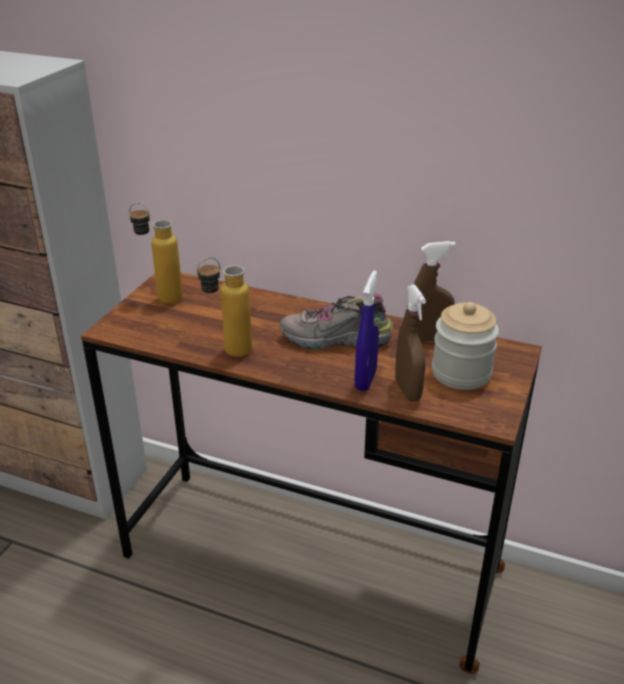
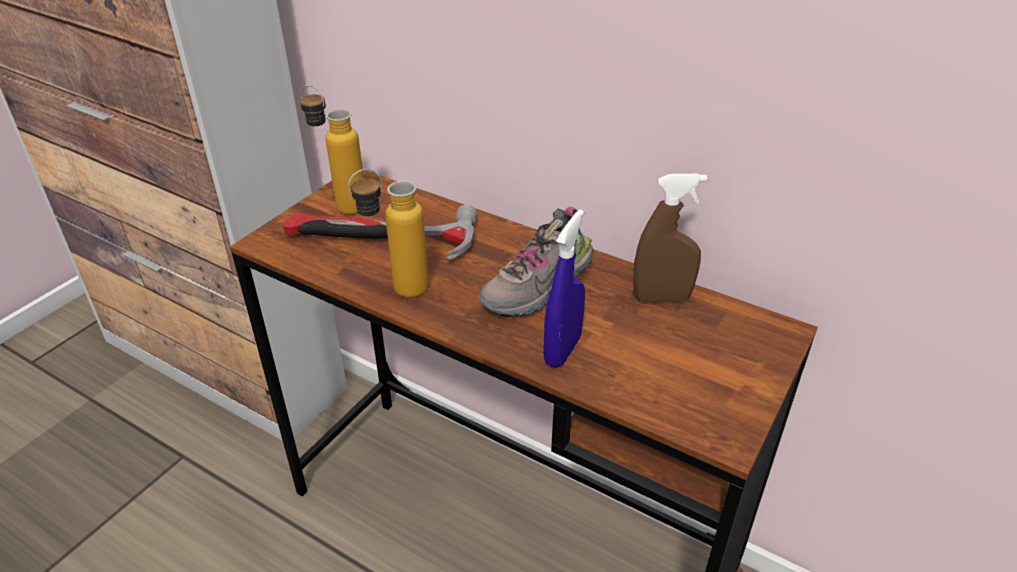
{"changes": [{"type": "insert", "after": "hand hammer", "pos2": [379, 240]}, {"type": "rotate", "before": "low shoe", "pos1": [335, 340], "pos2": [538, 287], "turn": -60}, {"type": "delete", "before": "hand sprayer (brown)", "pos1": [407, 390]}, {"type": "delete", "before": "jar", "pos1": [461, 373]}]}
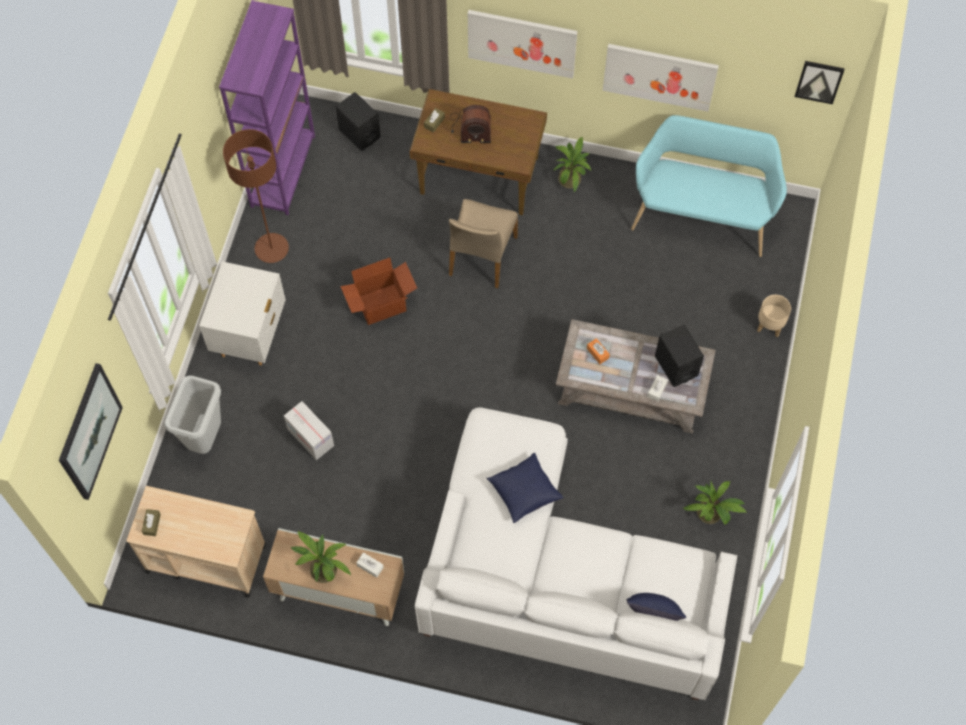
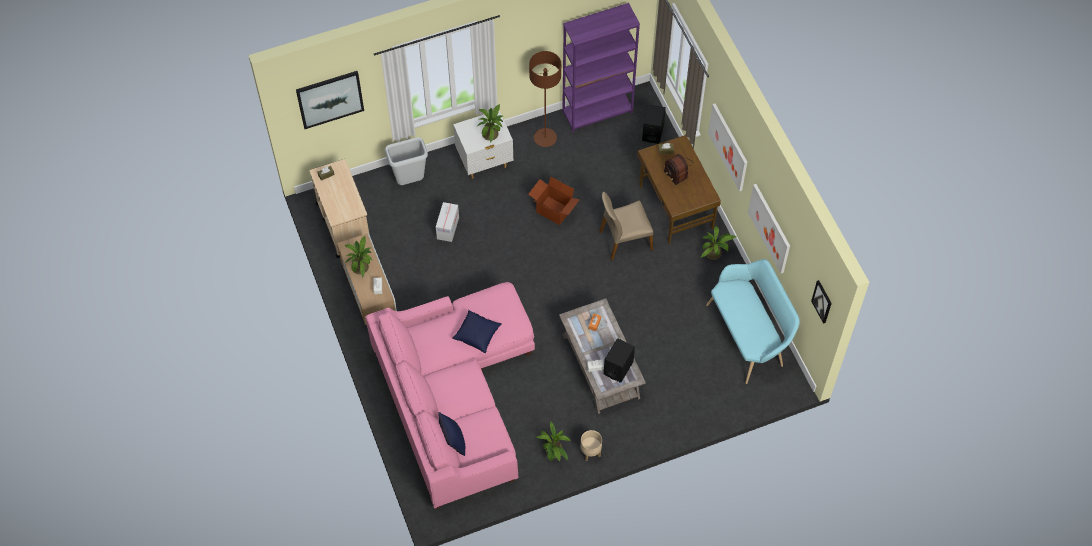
{"changes": [{"type": "recolor", "before": "settee (white-coloured)", "after": "settee (pinkish)", "pos1": [559, 580], "pos2": [455, 398]}, {"type": "insert", "after": "plant in a pot", "pos2": [492, 133]}, {"type": "move", "before": "planter (sand-coloured)", "pos1": [769, 325], "pos2": [590, 452]}]}
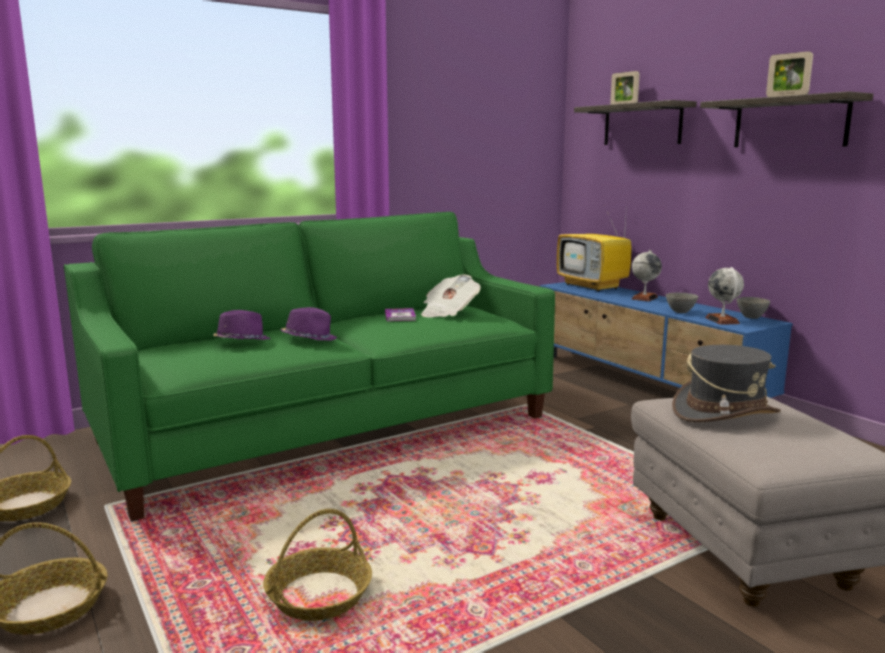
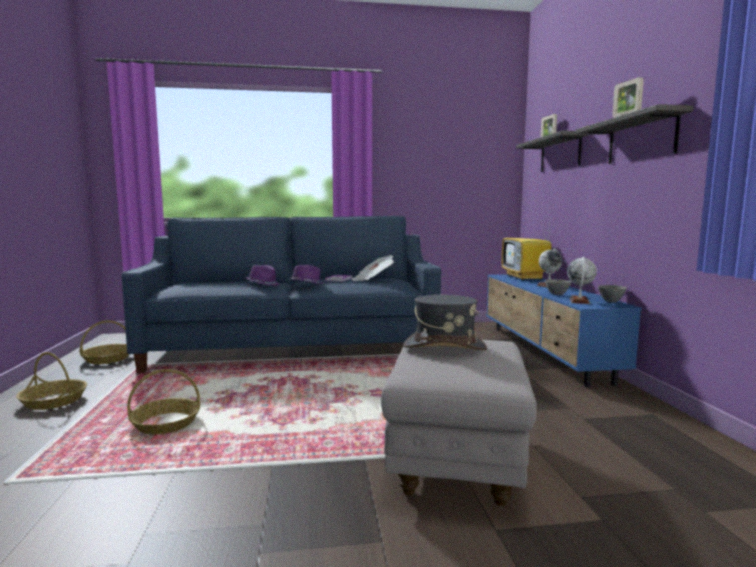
{"changes": [{"type": "recolor", "before": "settee (green)", "after": "settee (blue)", "pos1": [328, 429], "pos2": [293, 348]}, {"type": "move", "before": "wearable hat (purplish)", "pos1": [241, 342], "pos2": [306, 284]}]}
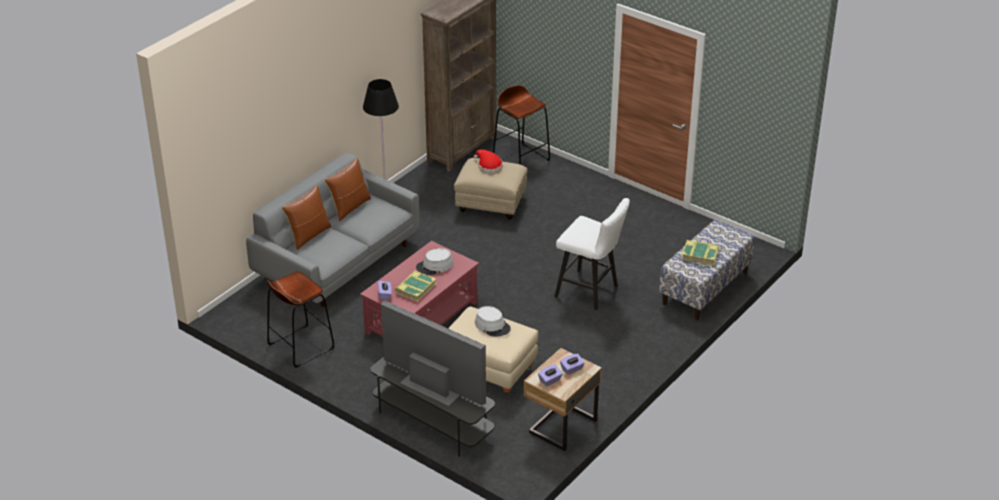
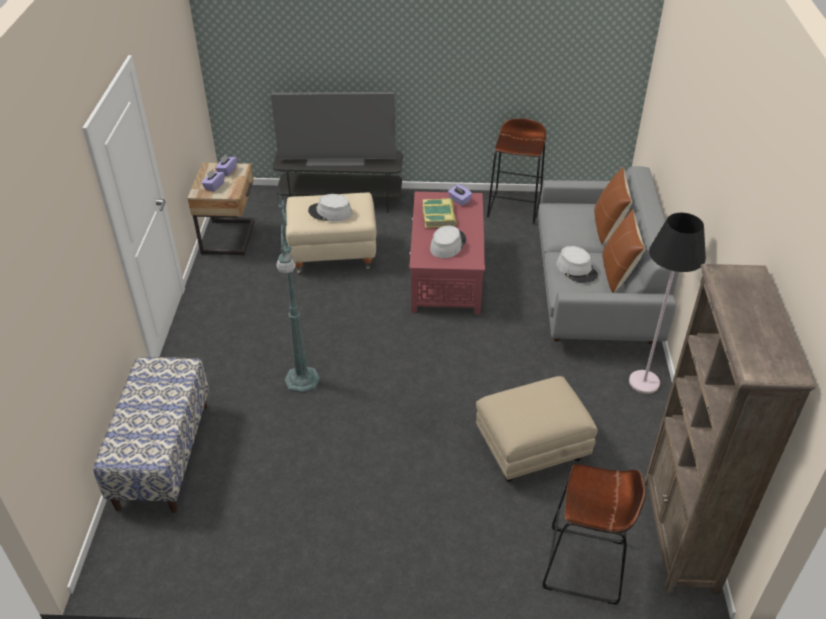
{"changes": [{"type": "replace", "before": "sitting stool (white-coloured)", "after": "standard lamp (green)", "pos1": [590, 292], "pos2": [302, 381]}, {"type": "insert", "after": "wearable hat (greyish)", "pos2": [577, 269]}, {"type": "delete", "before": "wearable hat (red)", "pos1": [488, 165]}, {"type": "delete", "before": "bound book", "pos1": [700, 255]}]}
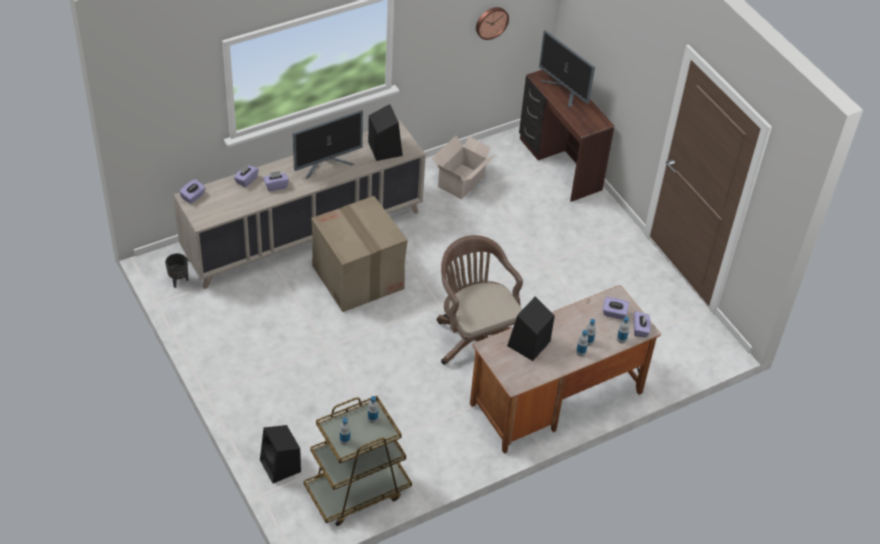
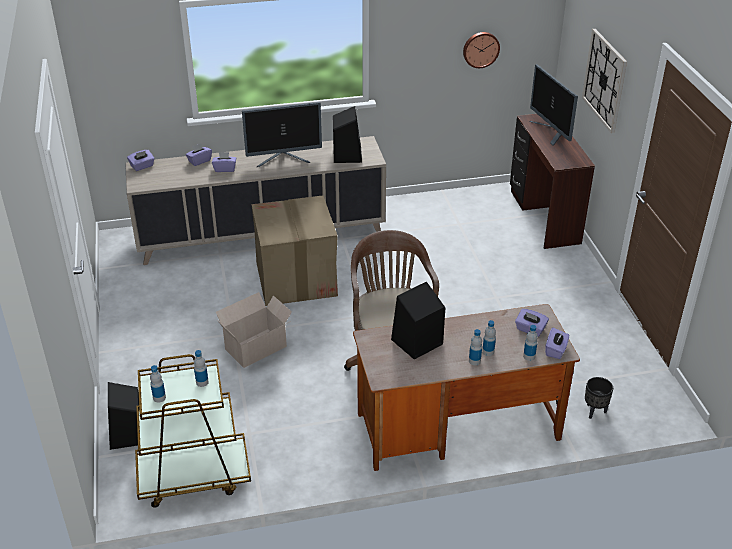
{"changes": [{"type": "move", "before": "cardboard box", "pos1": [462, 181], "pos2": [257, 347]}, {"type": "insert", "after": "hanging clock", "pos2": [604, 80]}, {"type": "move", "before": "planter (blackish)", "pos1": [178, 281], "pos2": [594, 412]}]}
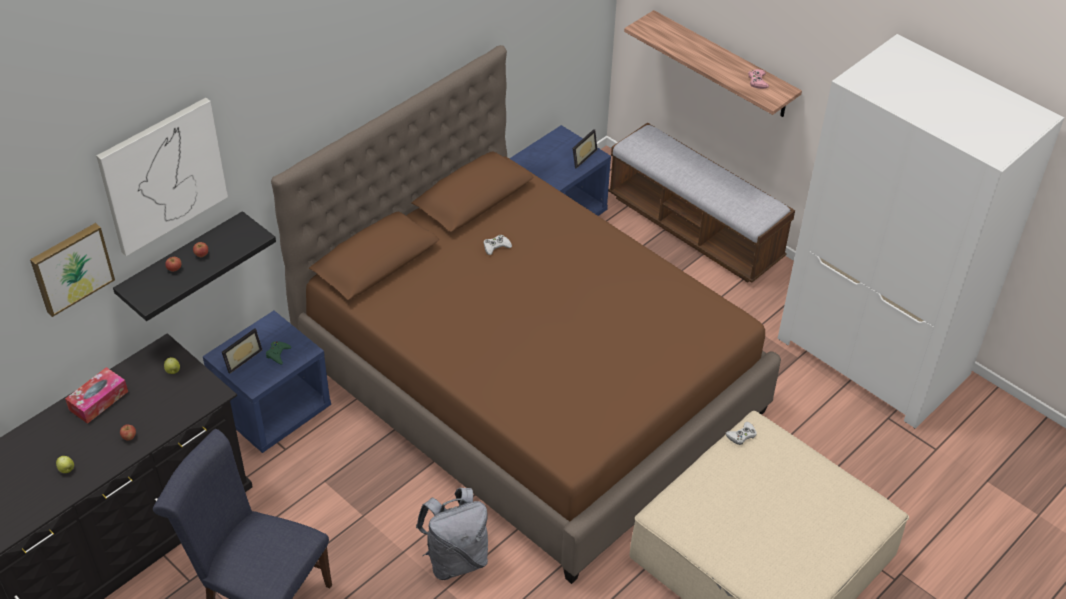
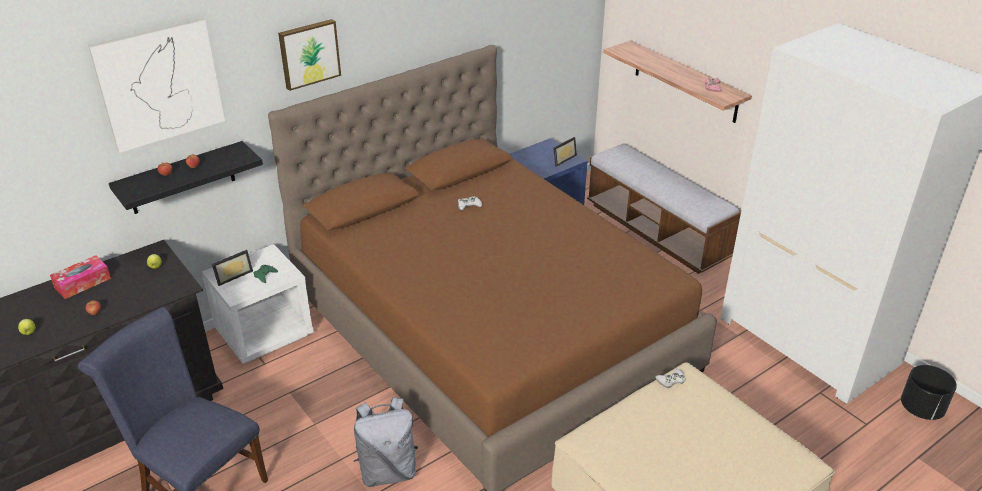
{"changes": [{"type": "recolor", "before": "night table (blue)", "after": "night table (white-coloured)", "pos1": [273, 410], "pos2": [265, 333]}, {"type": "move", "before": "picture", "pos1": [71, 267], "pos2": [309, 53]}, {"type": "insert", "after": "planter (blackish)", "pos2": [921, 409]}]}
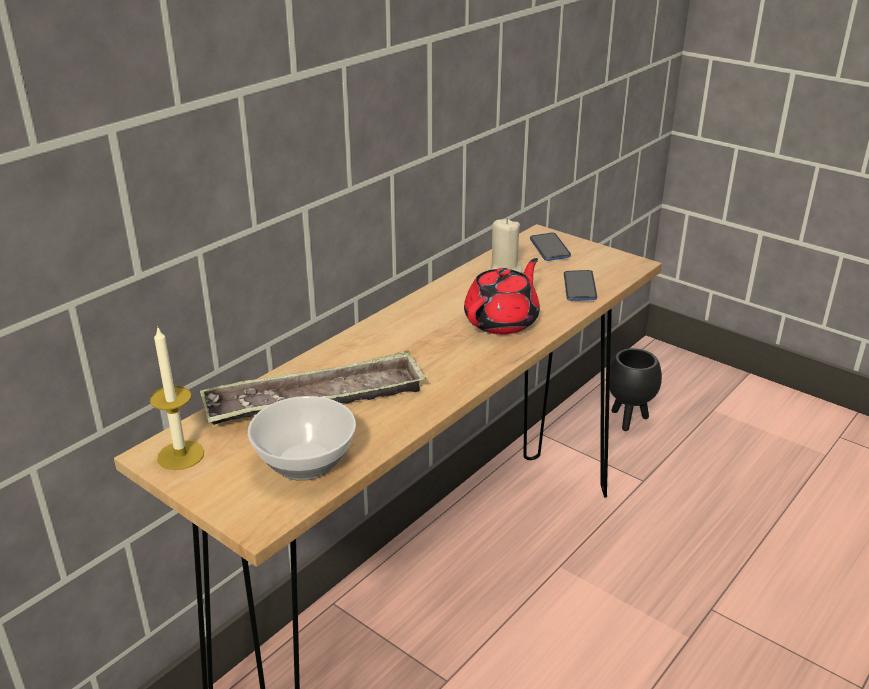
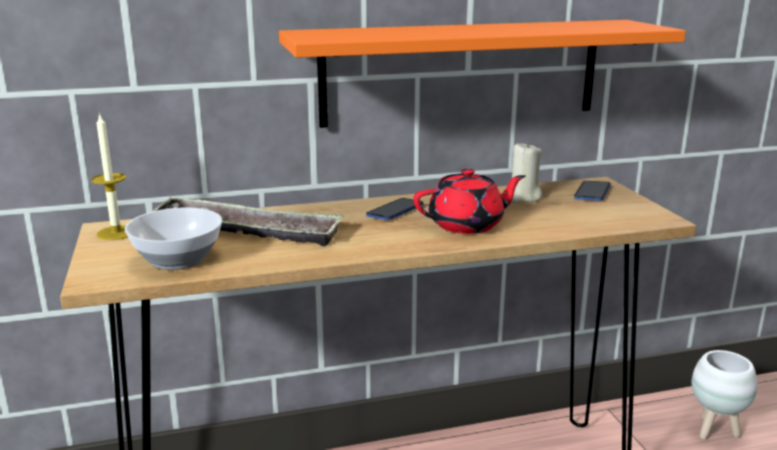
{"changes": [{"type": "insert", "after": "wall shelf (orange-coloured)", "pos2": [462, 72]}, {"type": "move", "before": "telephone", "pos1": [579, 287], "pos2": [395, 211]}, {"type": "recolor", "before": "planter (blackish)", "after": "planter (white-coloured)", "pos1": [628, 419], "pos2": [715, 431]}]}
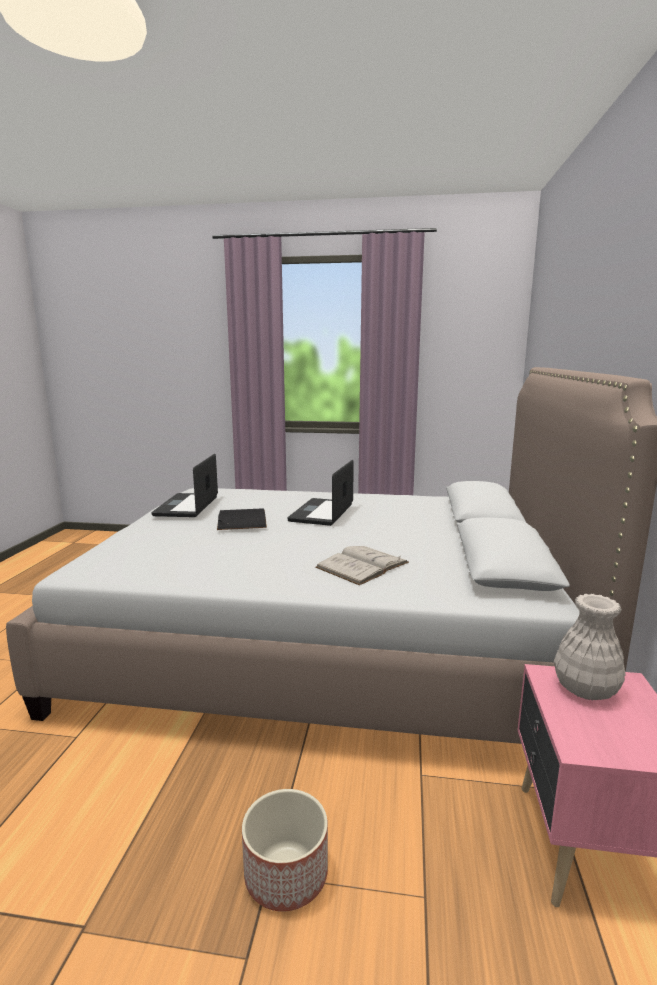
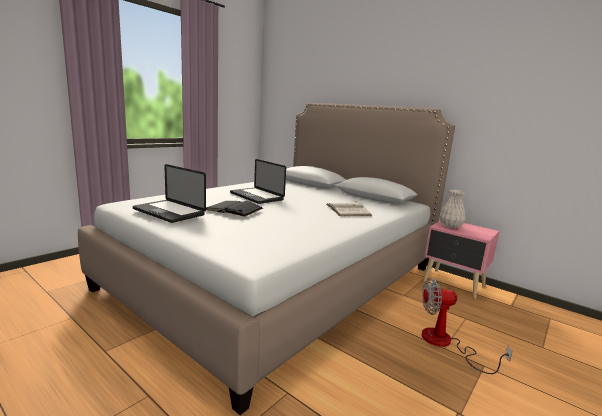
{"changes": [{"type": "replace", "before": "planter", "after": "electric fan", "pos1": [285, 875], "pos2": [445, 343]}]}
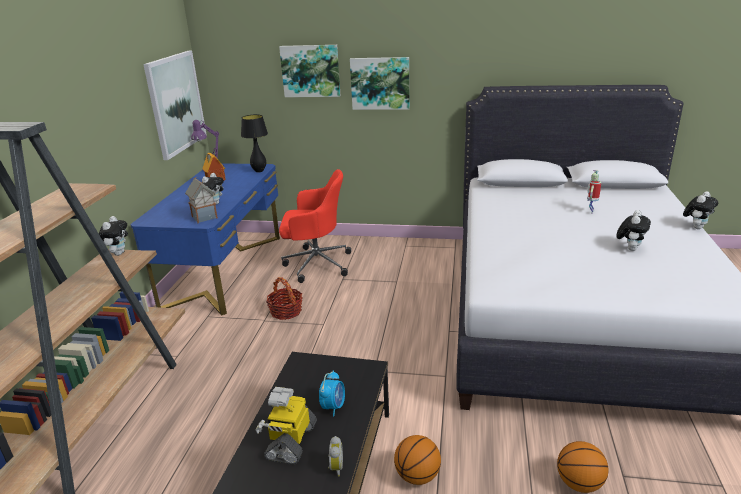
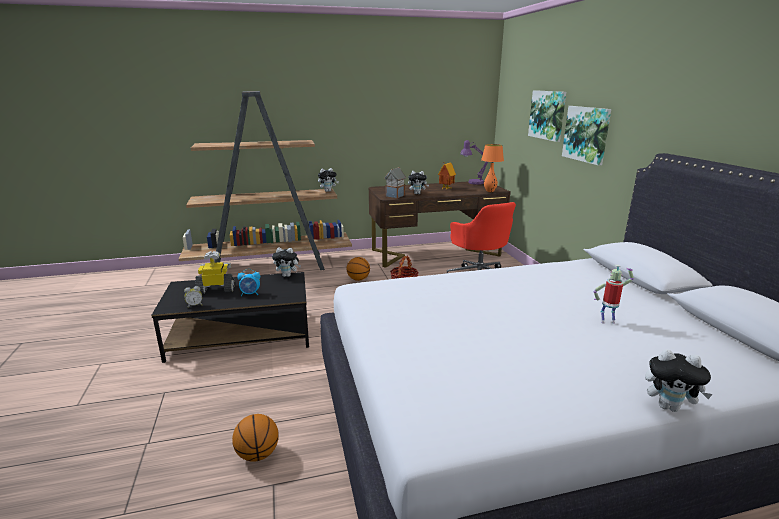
{"changes": [{"type": "move", "before": "cuddly toy", "pos1": [630, 248], "pos2": [287, 275]}, {"type": "move", "before": "ball for basketball", "pos1": [417, 476], "pos2": [358, 279]}, {"type": "recolor", "before": "desk (blue)", "after": "desk (brown)", "pos1": [225, 270], "pos2": [435, 253]}, {"type": "recolor", "before": "tabletop lamp (blackish)", "after": "tabletop lamp (orange-coloured)", "pos1": [259, 171], "pos2": [490, 191]}, {"type": "delete", "before": "picture", "pos1": [176, 103]}]}
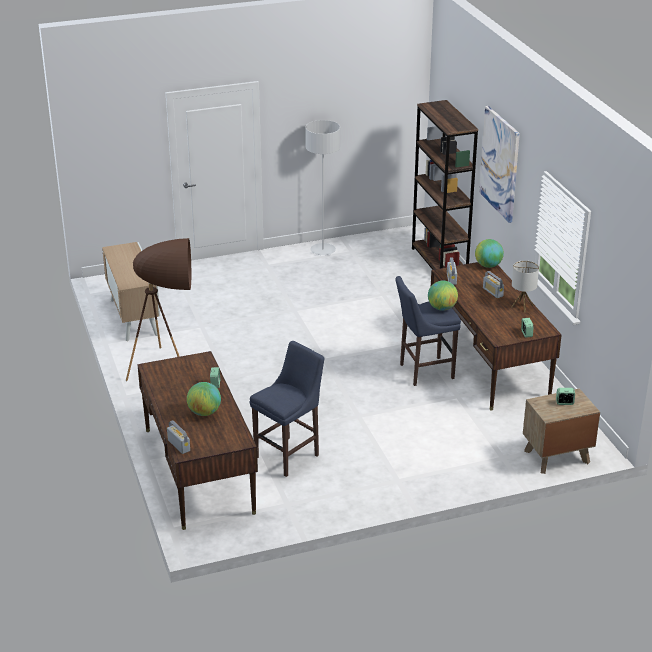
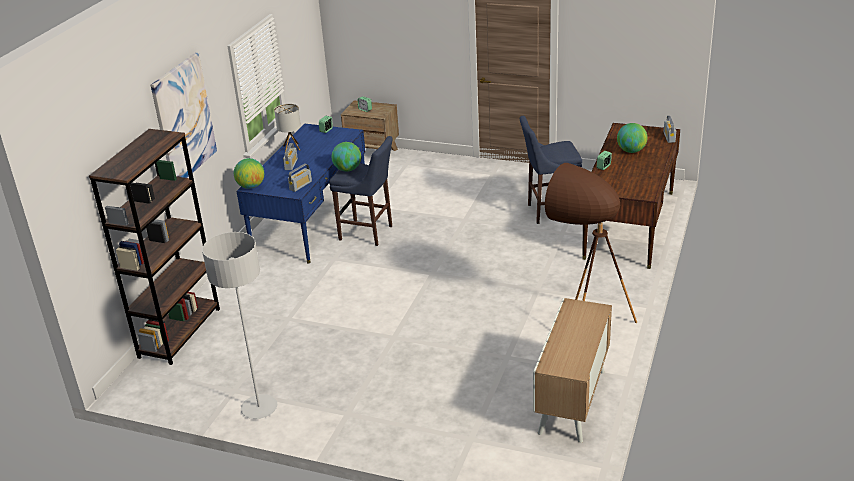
{"changes": [{"type": "recolor", "before": "desk (brown)", "after": "desk (blue)", "pos1": [489, 363], "pos2": [311, 221]}]}
